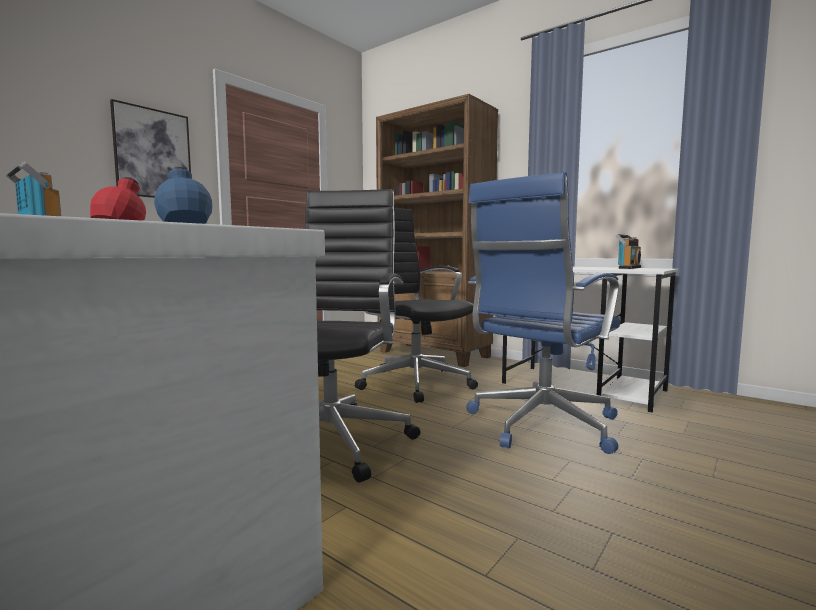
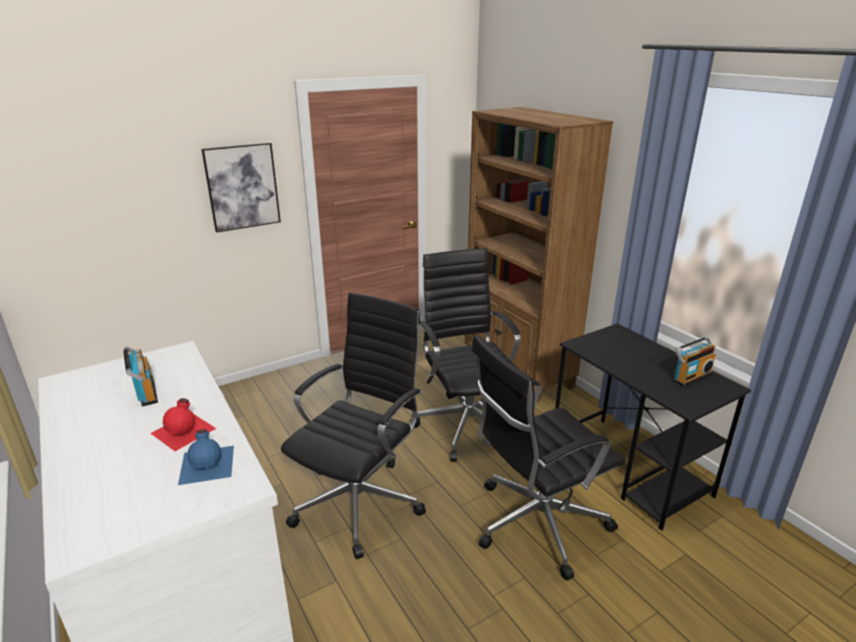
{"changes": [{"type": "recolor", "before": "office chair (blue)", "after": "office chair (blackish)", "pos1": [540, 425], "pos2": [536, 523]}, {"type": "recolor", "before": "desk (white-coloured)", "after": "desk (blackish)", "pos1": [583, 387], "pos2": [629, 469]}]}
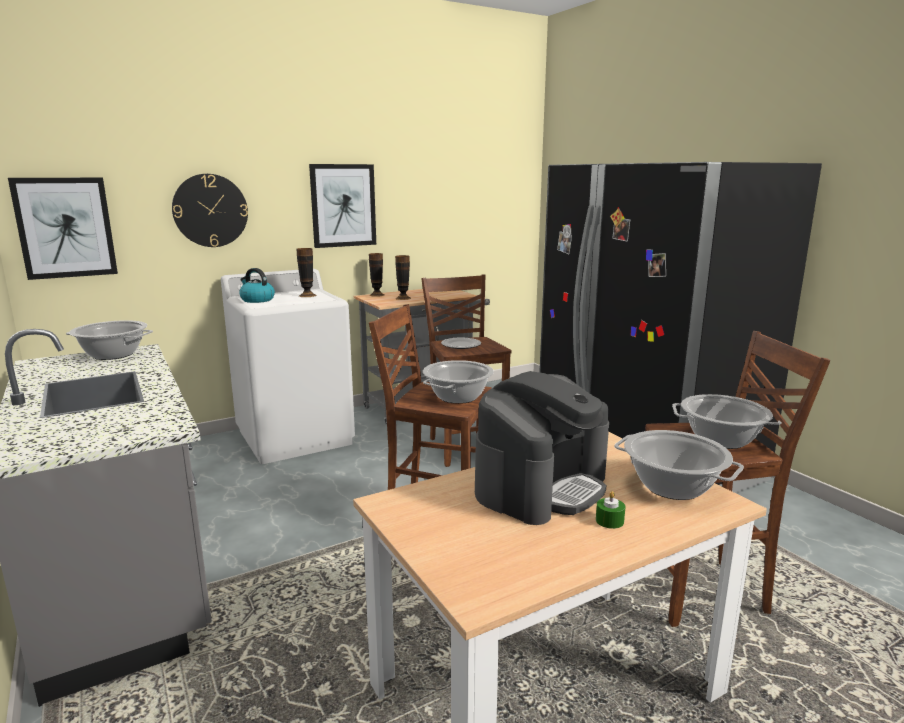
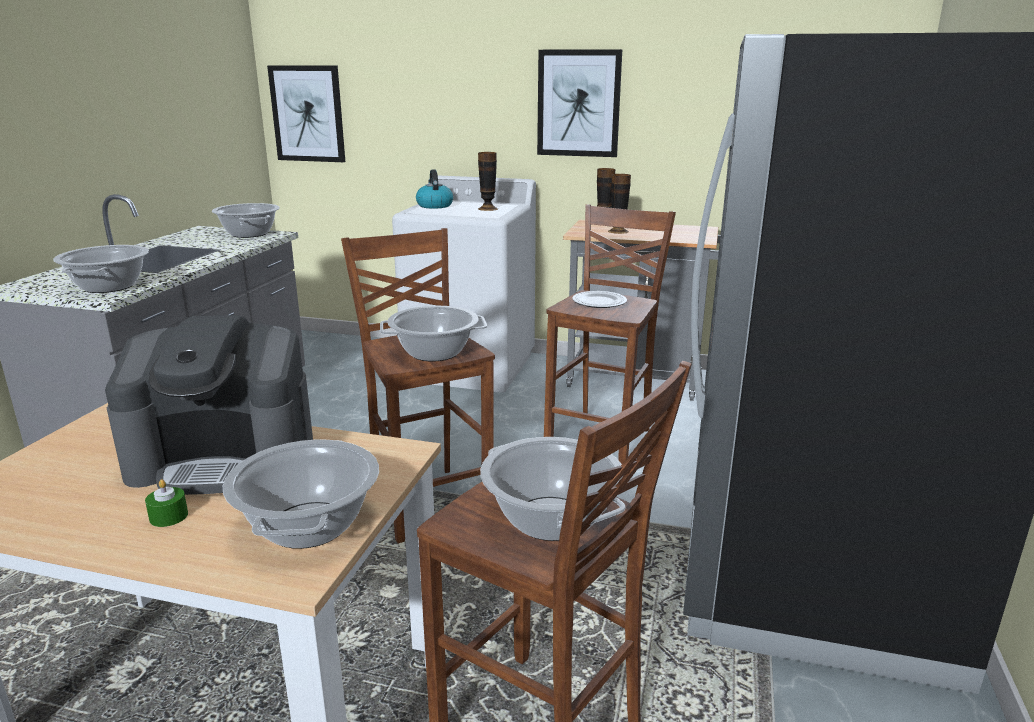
{"changes": [{"type": "insert", "after": "cooking pot", "pos2": [109, 287]}, {"type": "delete", "before": "hanging clock", "pos1": [210, 210]}]}
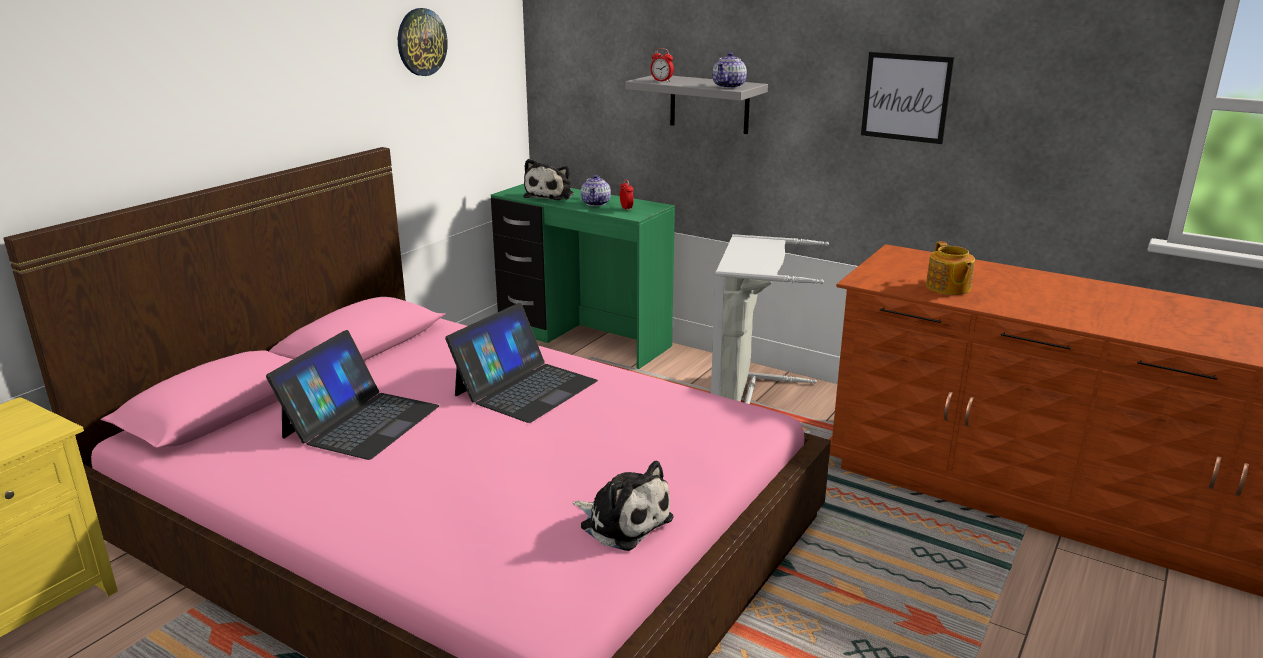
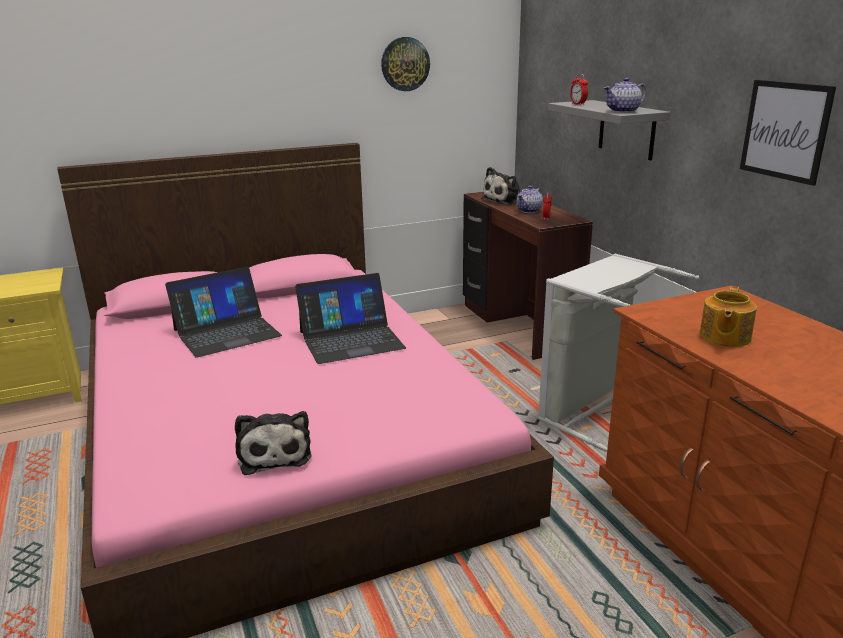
{"changes": [{"type": "recolor", "before": "desk (green)", "after": "desk (brown)", "pos1": [583, 339], "pos2": [517, 326]}]}
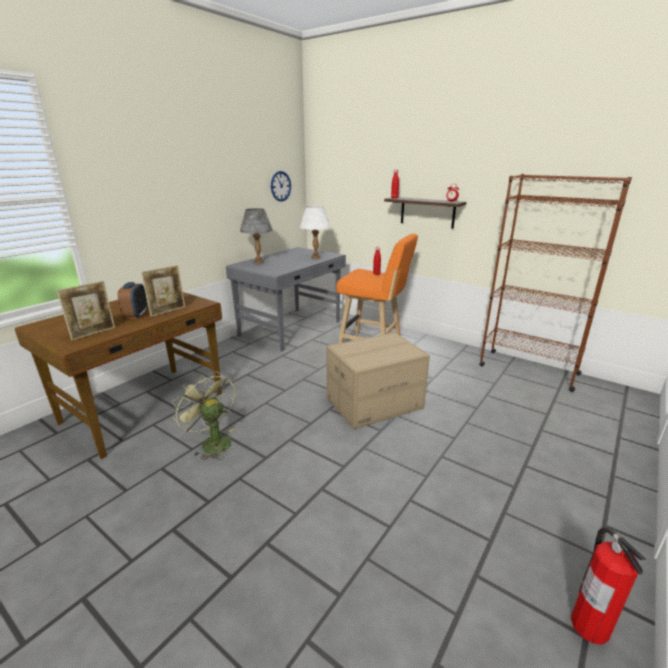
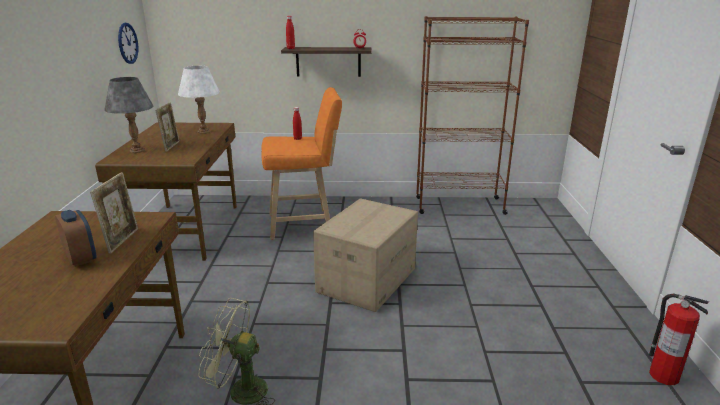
{"changes": [{"type": "recolor", "before": "desk (greyish)", "after": "desk (brown)", "pos1": [291, 328], "pos2": [186, 230]}, {"type": "move", "before": "standing frame", "pos1": [93, 333], "pos2": [171, 146]}]}
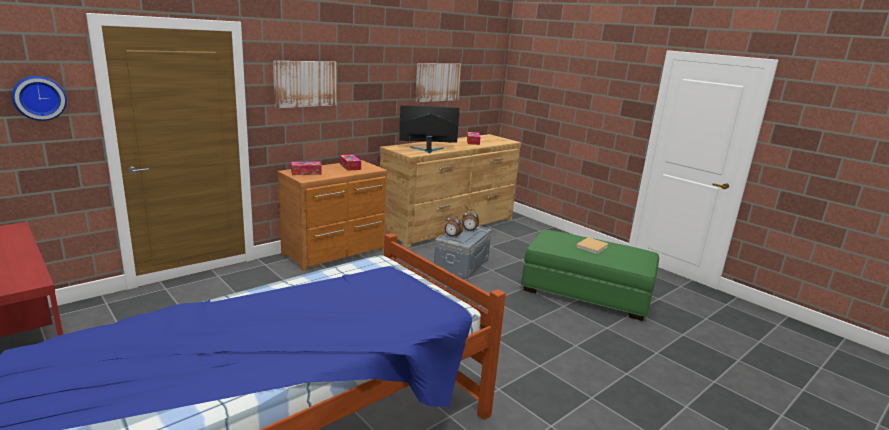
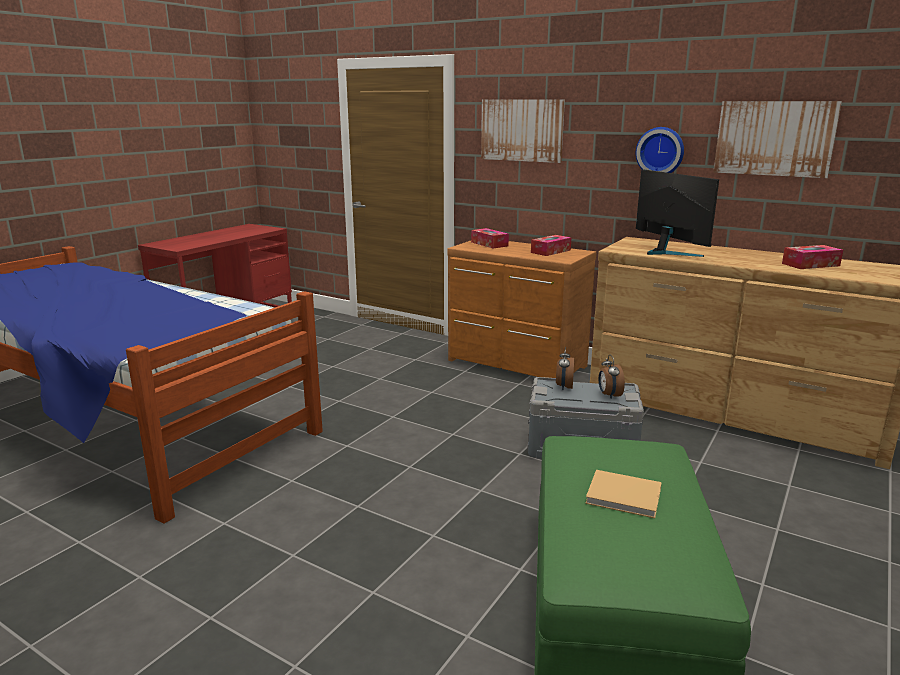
{"changes": [{"type": "move", "before": "hanging clock", "pos1": [39, 97], "pos2": [660, 151]}]}
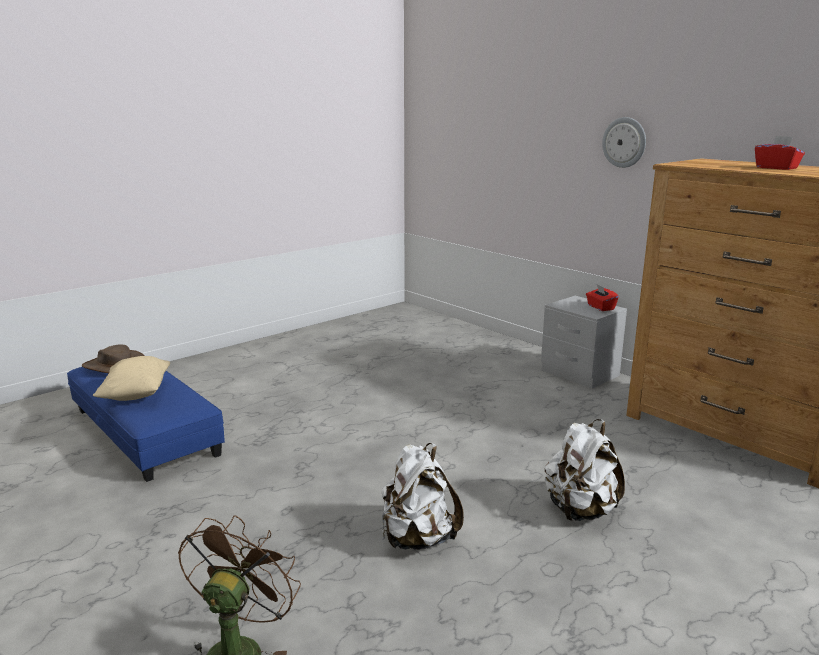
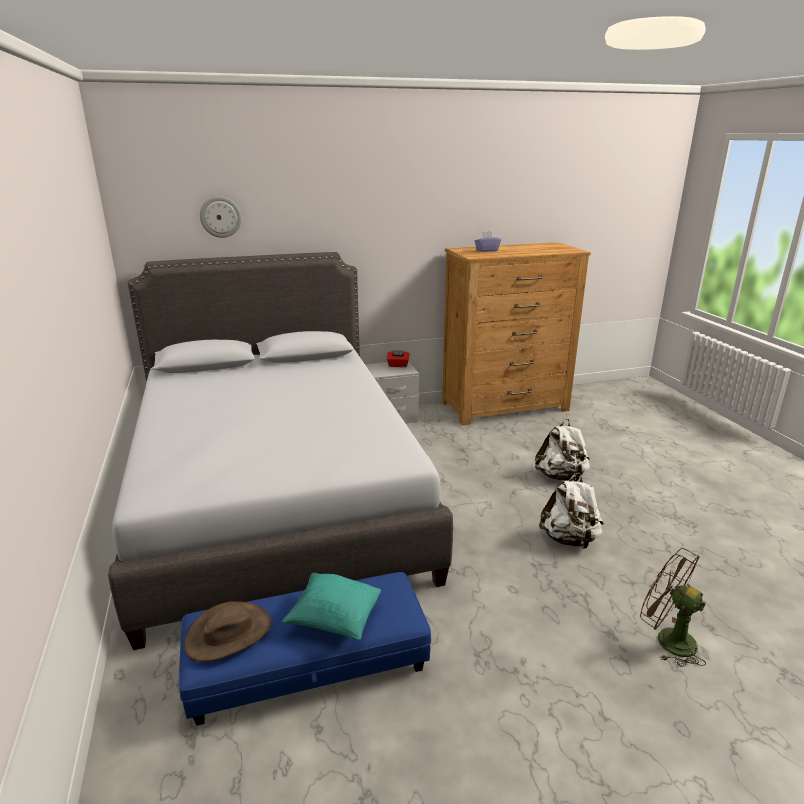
{"changes": [{"type": "insert", "after": "sleeping bed (greyish)", "pos2": [276, 498]}, {"type": "move", "before": "hanging clock", "pos1": [624, 142], "pos2": [220, 217]}, {"type": "recolor", "before": "cushion (sand-coloured)", "after": "cushion (turquoise-coloured)", "pos1": [136, 394], "pos2": [334, 620]}, {"type": "insert", "after": "tissue holder (purplish)", "pos2": [486, 250]}, {"type": "delete", "before": "tissue holder (red)", "pos1": [776, 168]}]}
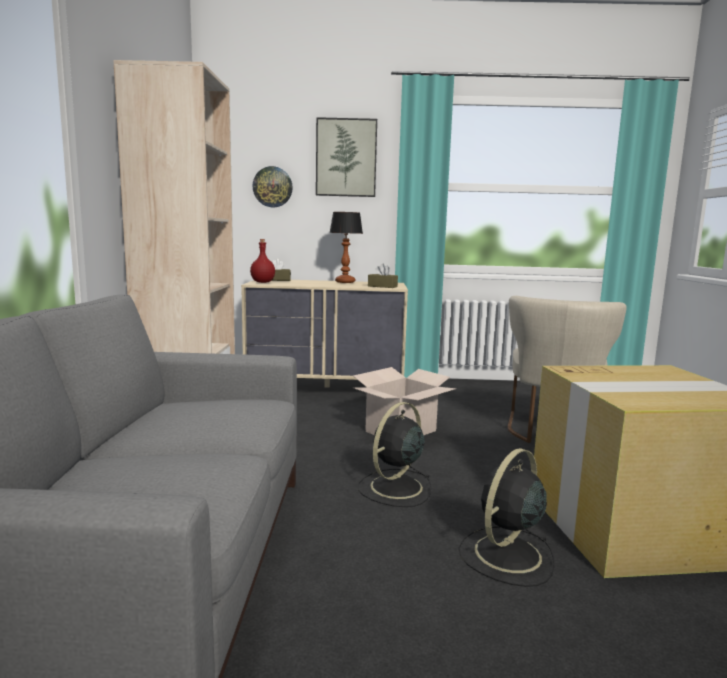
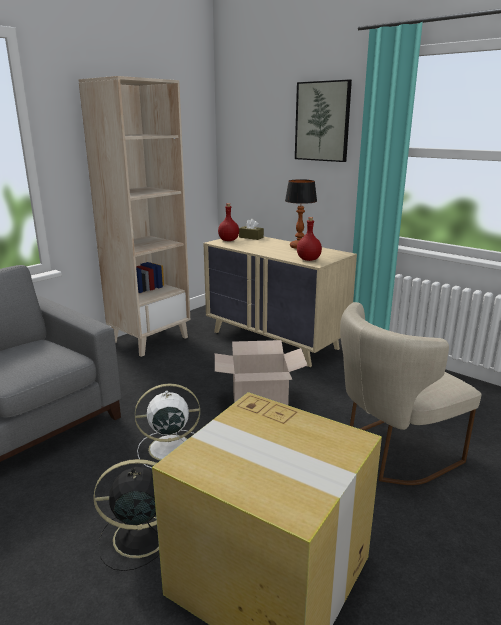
{"changes": [{"type": "recolor", "before": "electric fan (blackish)", "after": "electric fan (white-coloured)", "pos1": [395, 487], "pos2": [168, 448]}, {"type": "replace", "before": "tissue holder (brown)", "after": "drink bottle (red)", "pos1": [382, 286], "pos2": [309, 259]}, {"type": "delete", "before": "hanging clock", "pos1": [272, 187]}]}
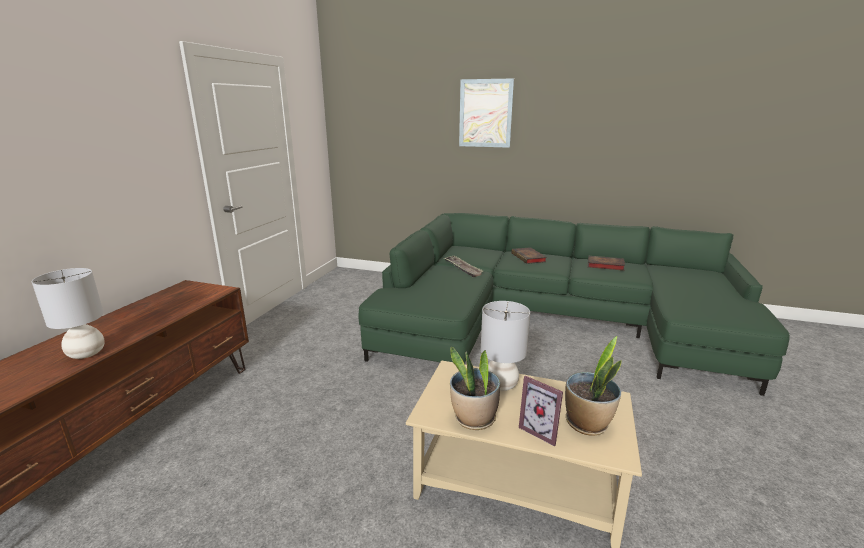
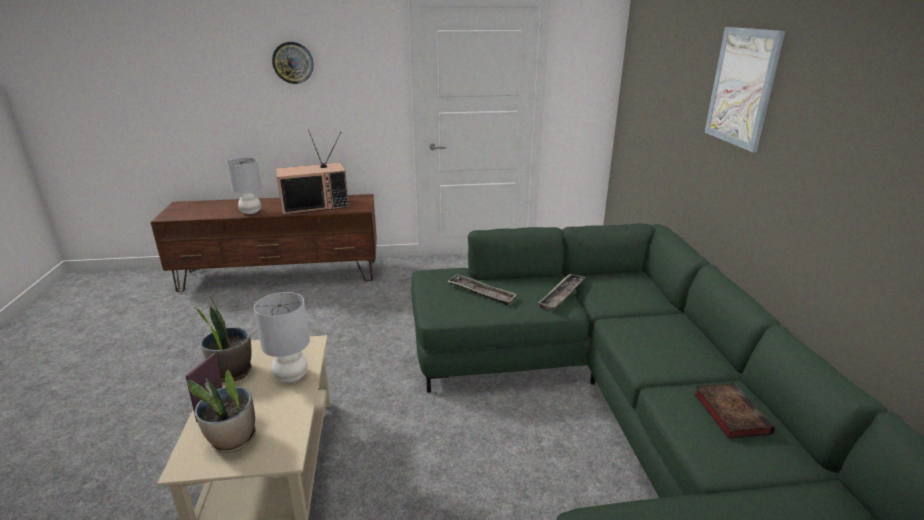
{"changes": [{"type": "insert", "after": "hanging clock", "pos2": [293, 62]}, {"type": "insert", "after": "TV", "pos2": [315, 205]}, {"type": "insert", "after": "serving tray", "pos2": [481, 293]}, {"type": "delete", "before": "bound book", "pos1": [529, 258]}]}
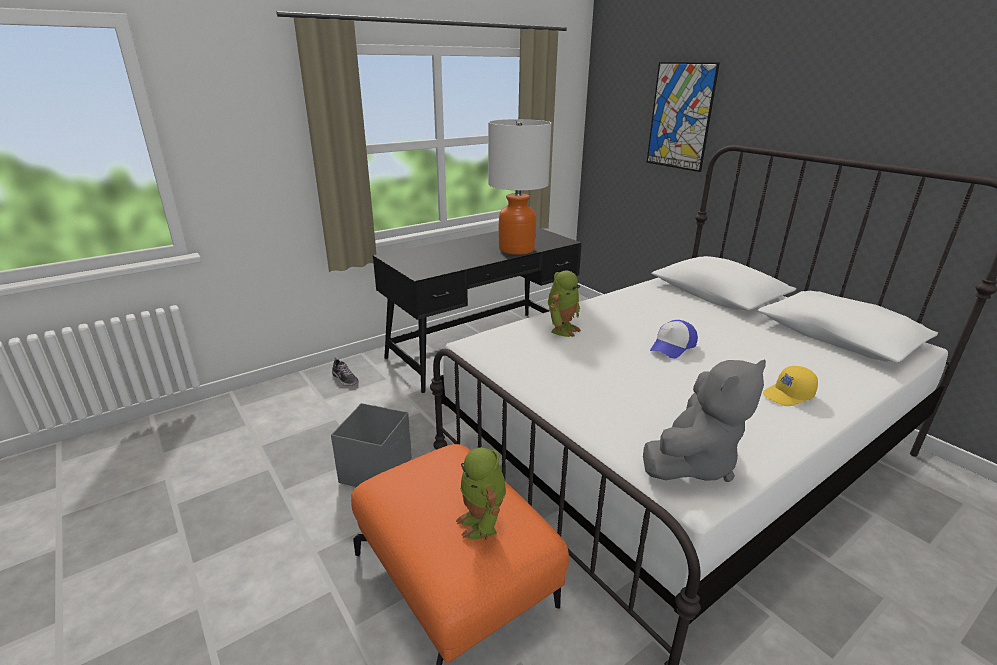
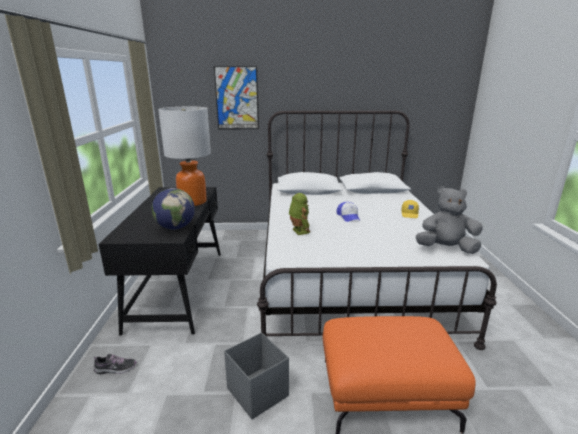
{"changes": [{"type": "insert", "after": "globe", "pos2": [175, 227]}, {"type": "rotate", "before": "cuddly toy (greyish)", "pos1": [693, 463], "pos2": [446, 249], "turn": -75}, {"type": "delete", "before": "robot figure", "pos1": [482, 523]}]}
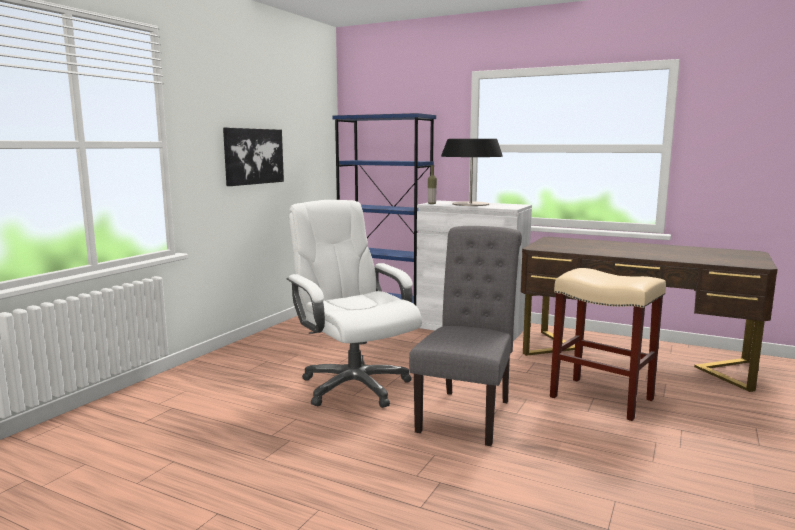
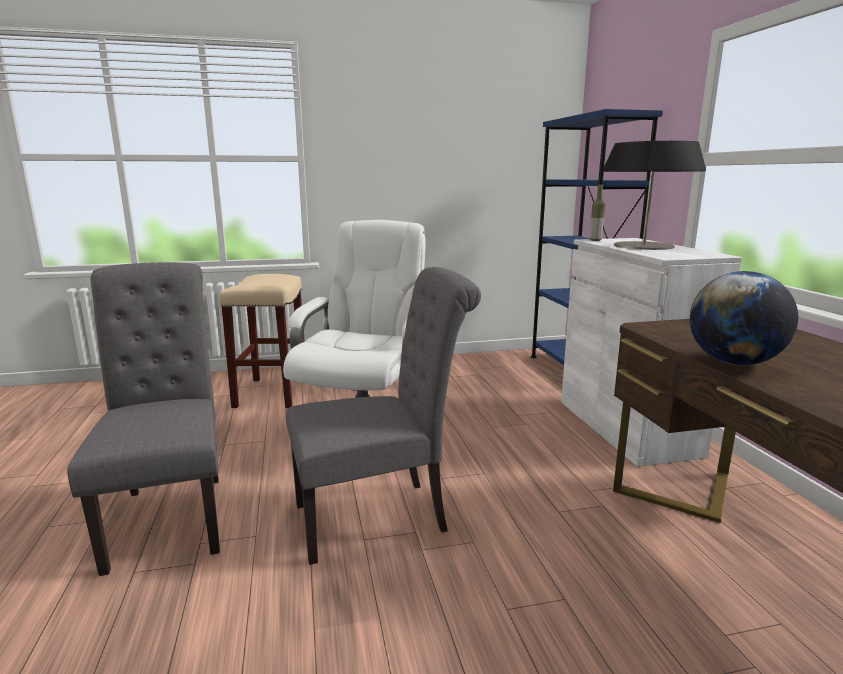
{"changes": [{"type": "insert", "after": "upright chair (greyish)", "pos2": [171, 514]}, {"type": "move", "before": "sitting stool (sand-coloured)", "pos1": [599, 398], "pos2": [271, 392]}, {"type": "insert", "after": "globe", "pos2": [734, 362]}, {"type": "delete", "before": "picture", "pos1": [253, 156]}]}
